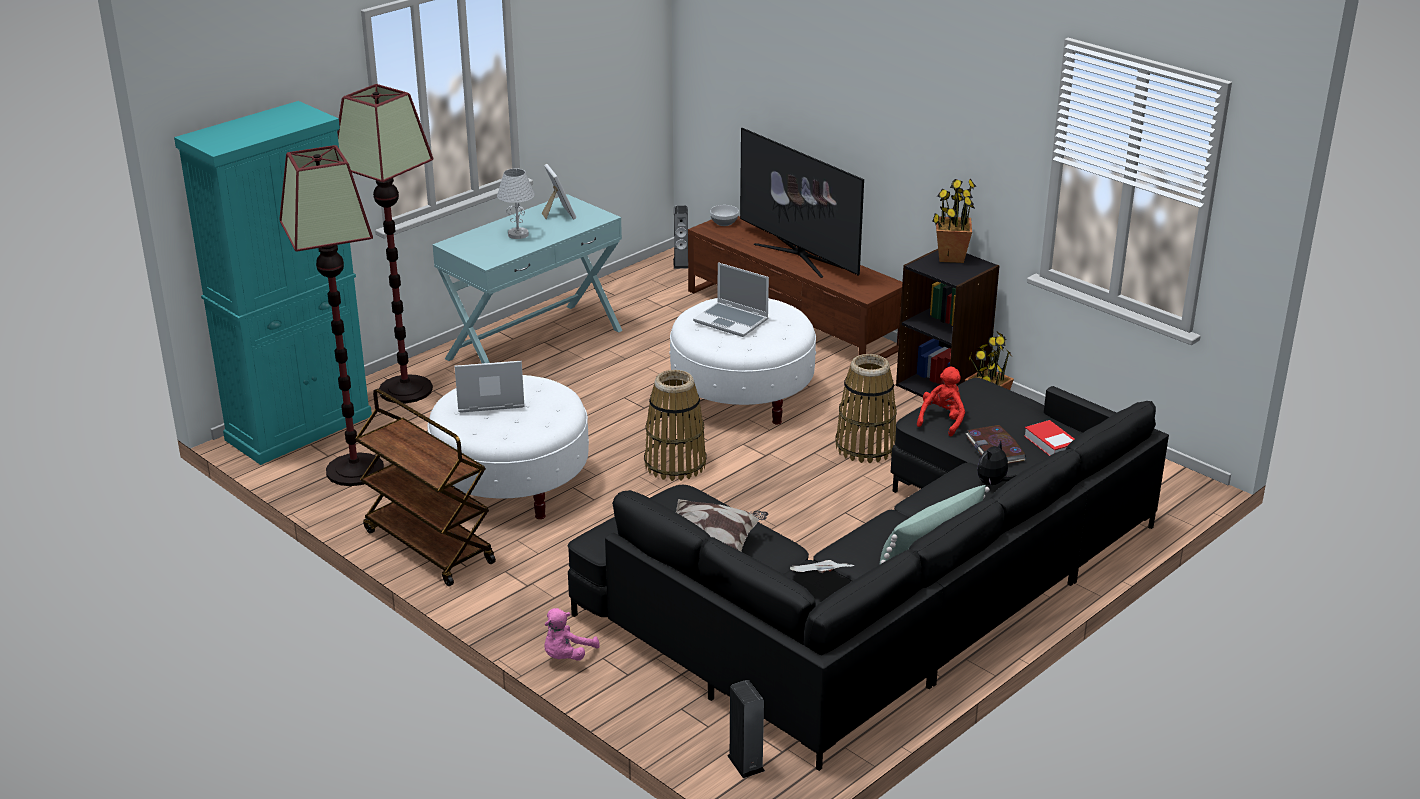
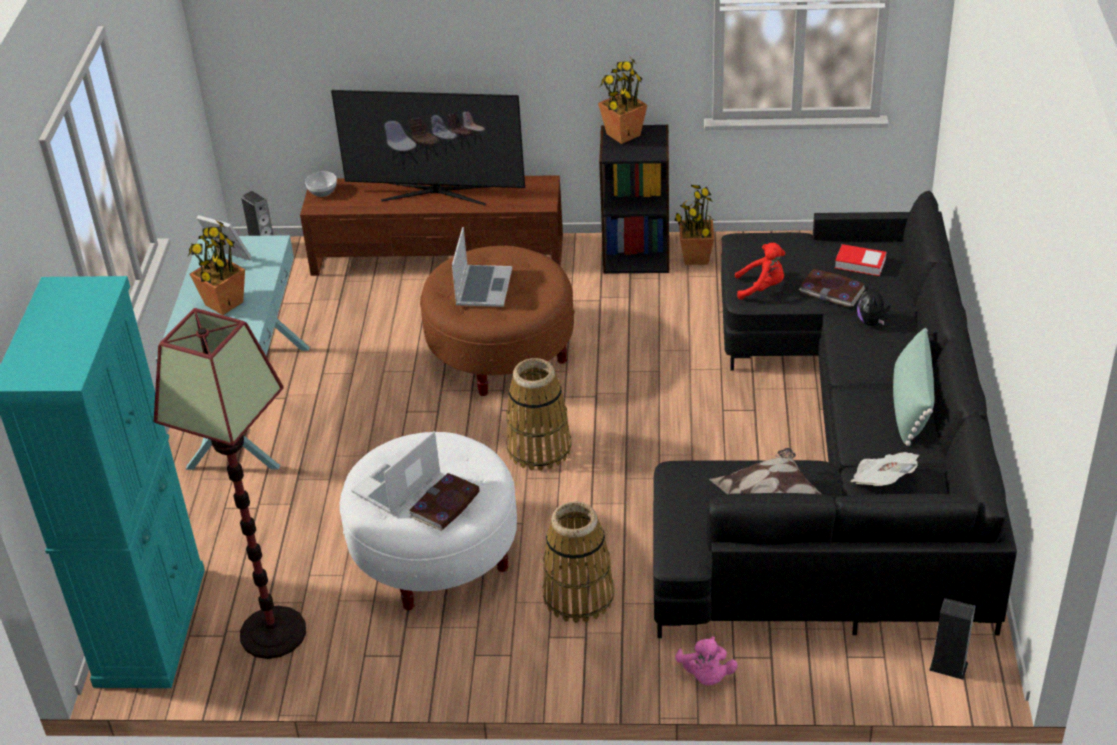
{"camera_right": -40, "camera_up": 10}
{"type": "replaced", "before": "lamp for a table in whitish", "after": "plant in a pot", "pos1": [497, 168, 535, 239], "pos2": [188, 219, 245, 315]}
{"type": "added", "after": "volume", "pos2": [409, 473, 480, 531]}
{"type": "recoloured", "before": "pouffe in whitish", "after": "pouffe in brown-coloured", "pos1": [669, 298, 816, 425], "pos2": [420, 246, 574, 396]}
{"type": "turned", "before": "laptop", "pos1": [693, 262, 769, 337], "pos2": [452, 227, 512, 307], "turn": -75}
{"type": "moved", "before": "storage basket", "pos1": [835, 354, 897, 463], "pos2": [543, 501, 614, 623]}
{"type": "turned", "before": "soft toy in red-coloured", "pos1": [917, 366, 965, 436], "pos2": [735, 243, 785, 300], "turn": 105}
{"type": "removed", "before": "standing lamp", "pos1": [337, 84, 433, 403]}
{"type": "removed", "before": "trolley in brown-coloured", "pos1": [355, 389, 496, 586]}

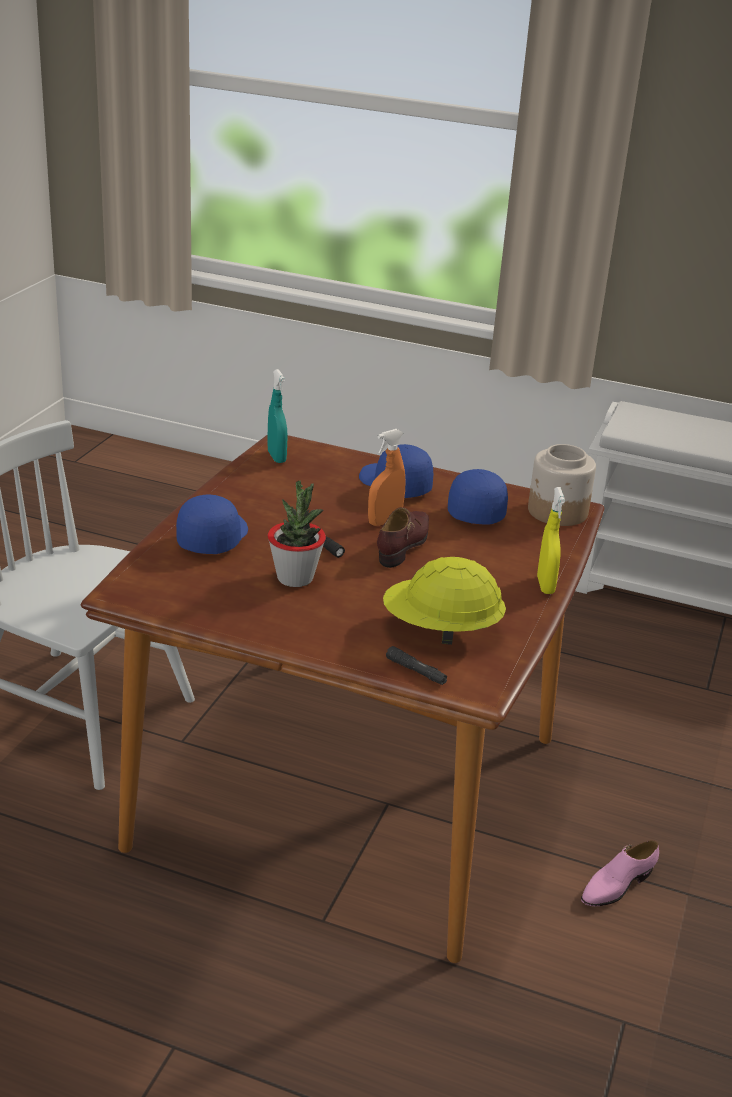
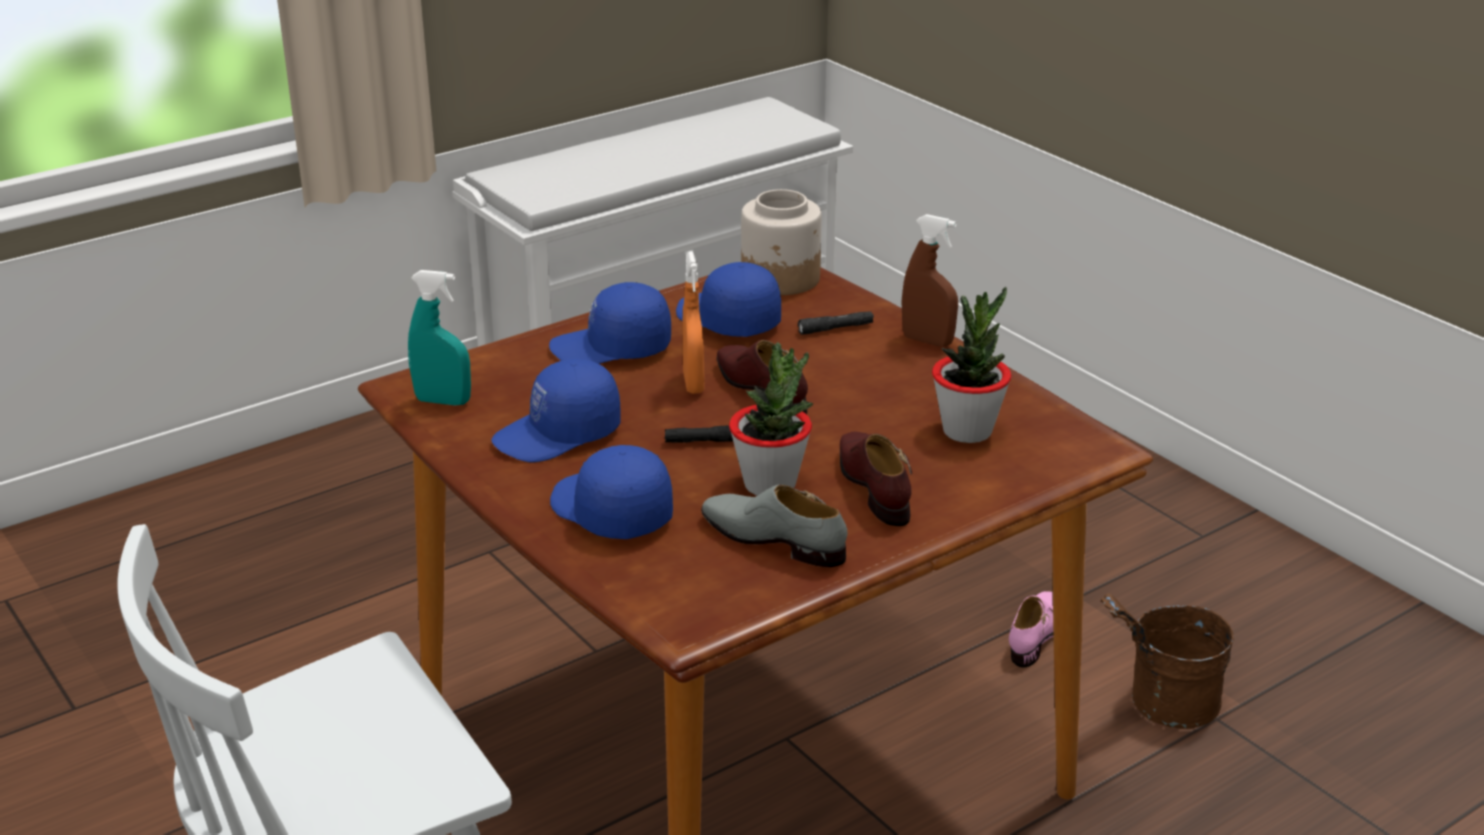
{"camera_right": -55, "camera_up": 0}
{"type": "added", "after": "cap in bluish", "pos2": [492, 359, 621, 462]}
{"type": "added", "after": "low shoe in grey", "pos2": [701, 485, 848, 567]}
{"type": "moved", "before": "flashlight in black-coloured", "pos1": [386, 646, 447, 685], "pos2": [798, 311, 874, 335]}
{"type": "added", "after": "low shoe in brown-coloured", "pos2": [840, 432, 912, 526]}
{"type": "recoloured", "before": "sprayer in yellow", "after": "sprayer in brown-coloured", "pos1": [537, 487, 565, 594], "pos2": [902, 214, 958, 346]}
{"type": "replaced", "before": "work helmet in yellow", "after": "plant in a pot", "pos1": [383, 557, 506, 645], "pos2": [932, 287, 1011, 443]}
{"type": "turned", "before": "low shoe in pink", "pos1": [581, 840, 659, 906], "pos2": [1009, 591, 1053, 668], "turn": -150}
{"type": "added", "after": "bucket in brown-coloured", "pos2": [1100, 593, 1234, 729]}

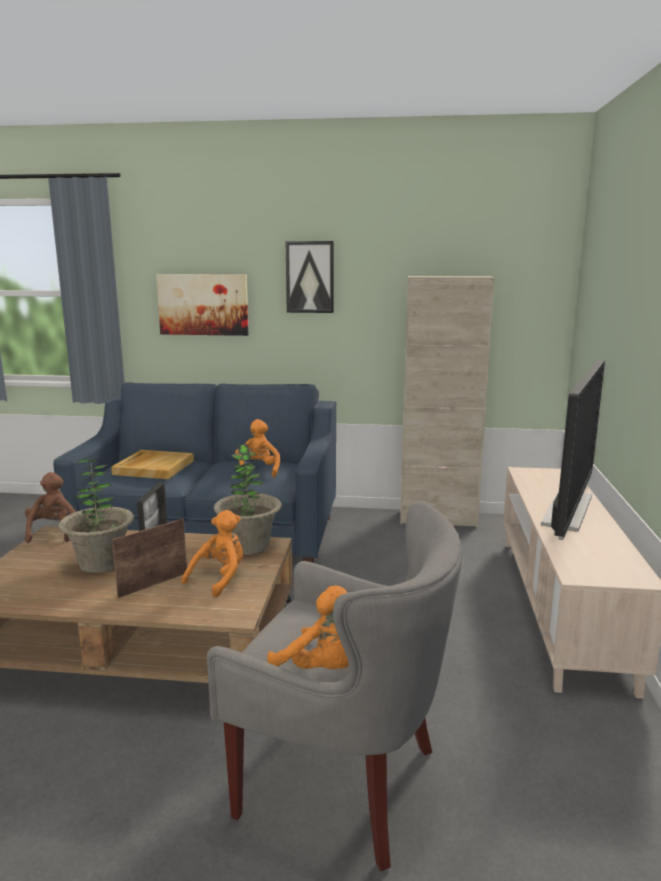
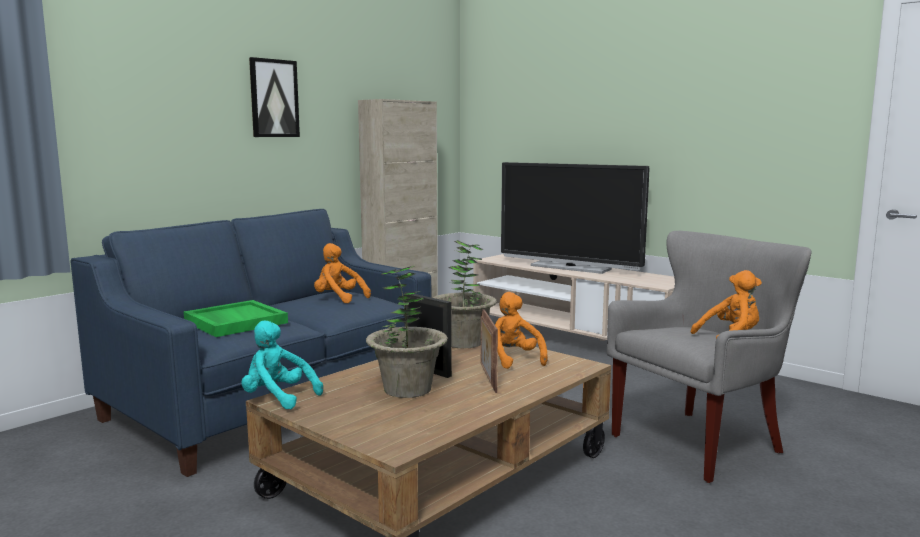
{"camera_right": -55, "camera_up": -5}
{"type": "recoloured", "before": "carrying tray in sand-coloured", "after": "carrying tray in green", "pos1": [111, 450, 194, 479], "pos2": [184, 300, 288, 337]}
{"type": "recoloured", "before": "soft toy in brown-coloured", "after": "soft toy in turquoise-coloured", "pos1": [25, 472, 76, 543], "pos2": [241, 321, 323, 409]}
{"type": "turned", "before": "TV", "pos1": [541, 360, 605, 540], "pos2": [501, 162, 650, 274], "turn": 150}
{"type": "removed", "before": "wall art", "pos1": [156, 274, 249, 336]}

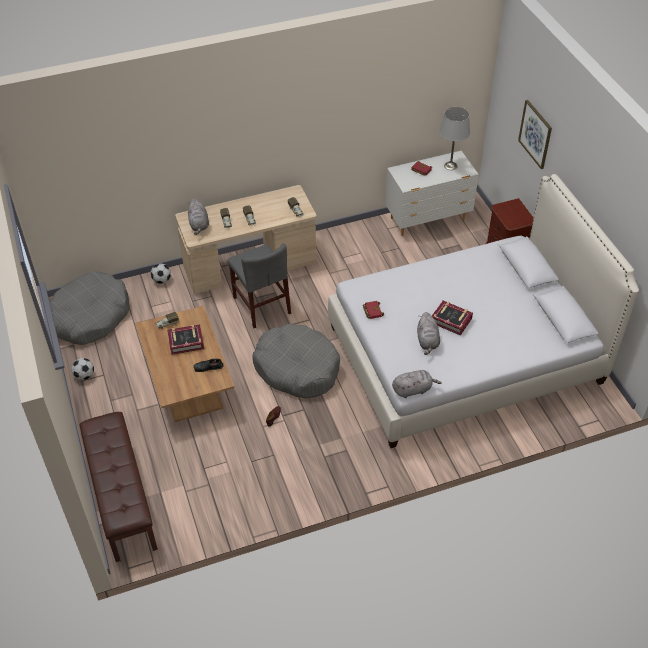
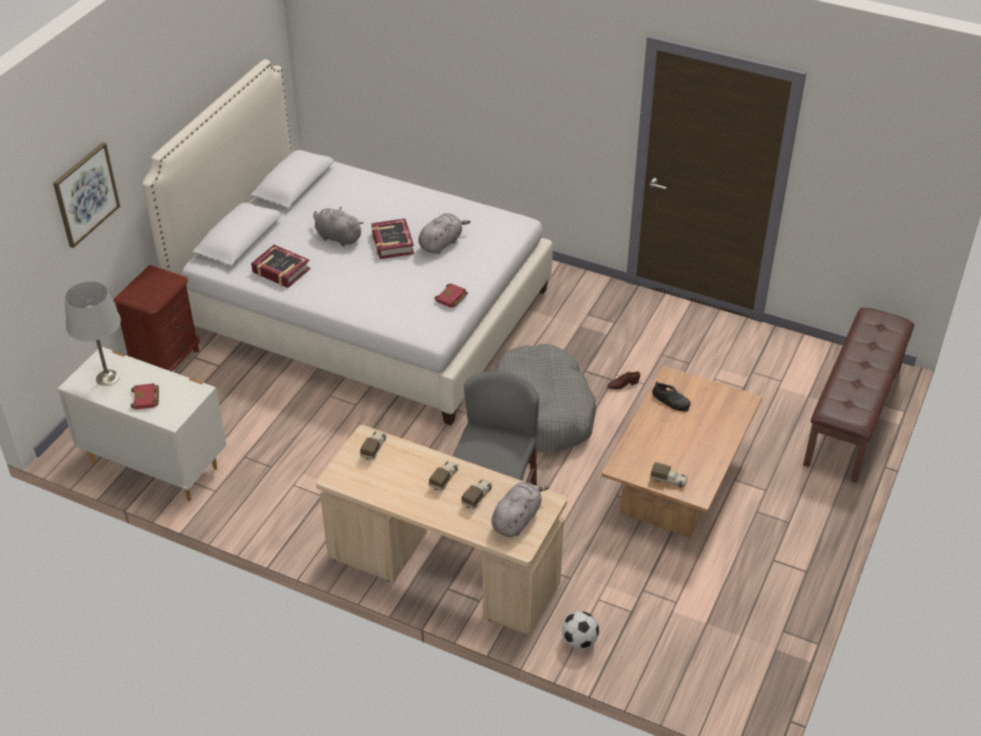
{"camera_right": -135, "camera_up": -5}
{"type": "moved", "before": "volume", "pos1": [167, 325, 204, 355], "pos2": [251, 245, 310, 288]}
{"type": "moved", "before": "soft toy in grey", "pos1": [392, 370, 442, 398], "pos2": [313, 207, 363, 247]}
{"type": "removed", "before": "pet bed in grey", "pos1": [50, 271, 130, 345]}
{"type": "removed", "before": "football ball", "pos1": [71, 358, 94, 380]}

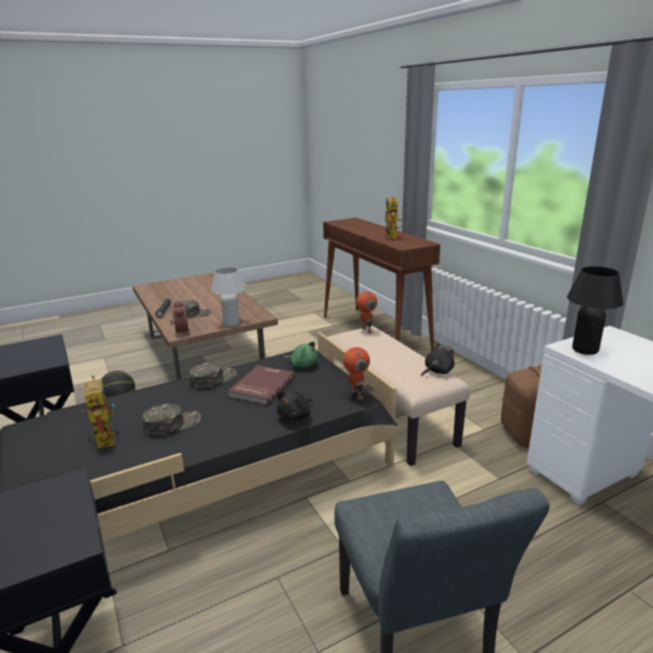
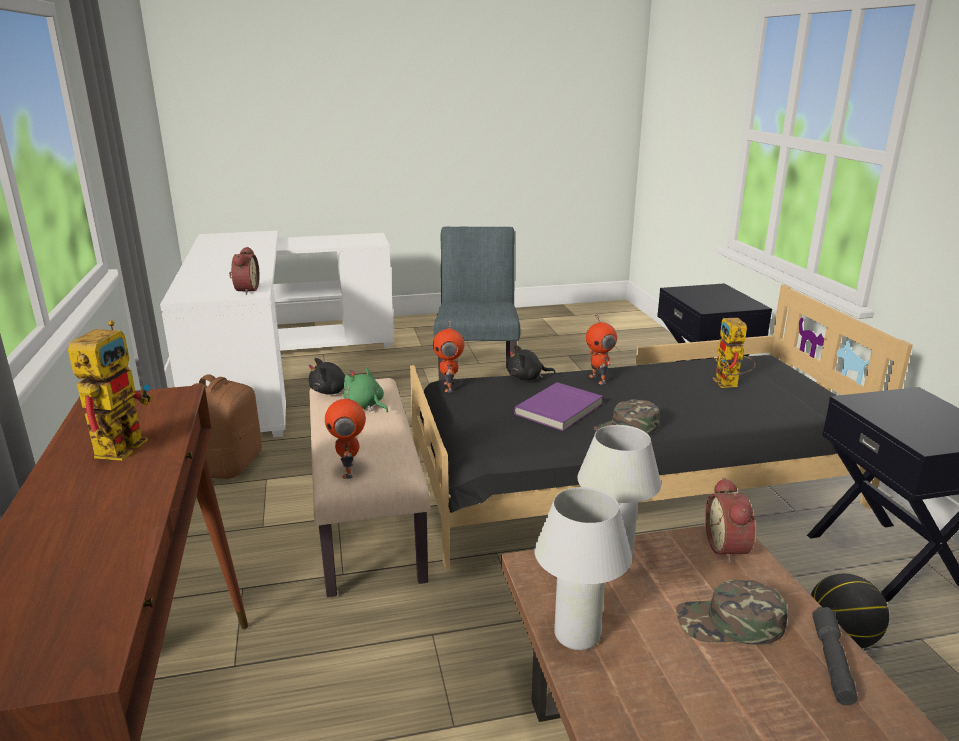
{"camera_right": -165, "camera_up": 0}
{"type": "replaced", "before": "lamp for a table in black-coloured", "after": "alarm clock", "pos1": [567, 266, 623, 355], "pos2": [229, 247, 260, 295]}
{"type": "moved", "before": "soft toy in green", "pos1": [283, 341, 318, 368], "pos2": [343, 367, 388, 412]}
{"type": "turned", "before": "soft toy in black-coloured", "pos1": [277, 391, 312, 420], "pos2": [507, 345, 556, 380], "turn": -150}
{"type": "recoloured", "before": "volume in red-coloured", "after": "volume in purplish", "pos1": [228, 365, 294, 405], "pos2": [514, 382, 603, 431]}
{"type": "added", "after": "lamp for a table in whitish", "pos2": [534, 487, 632, 650]}
{"type": "added", "after": "robot figure", "pos2": [586, 314, 617, 384]}
{"type": "removed", "before": "cap in green", "pos1": [142, 404, 201, 436]}

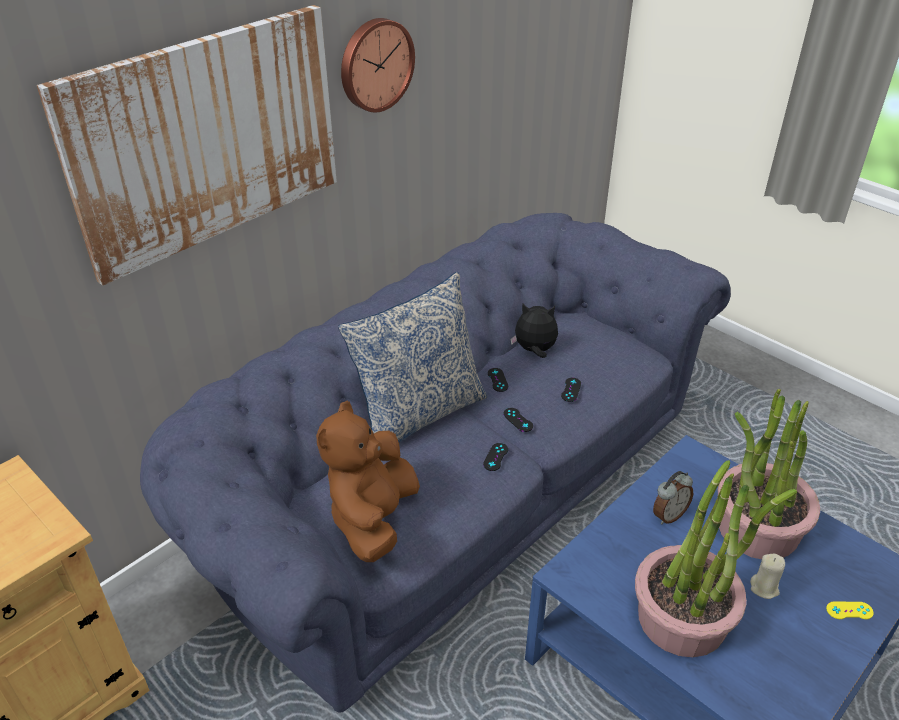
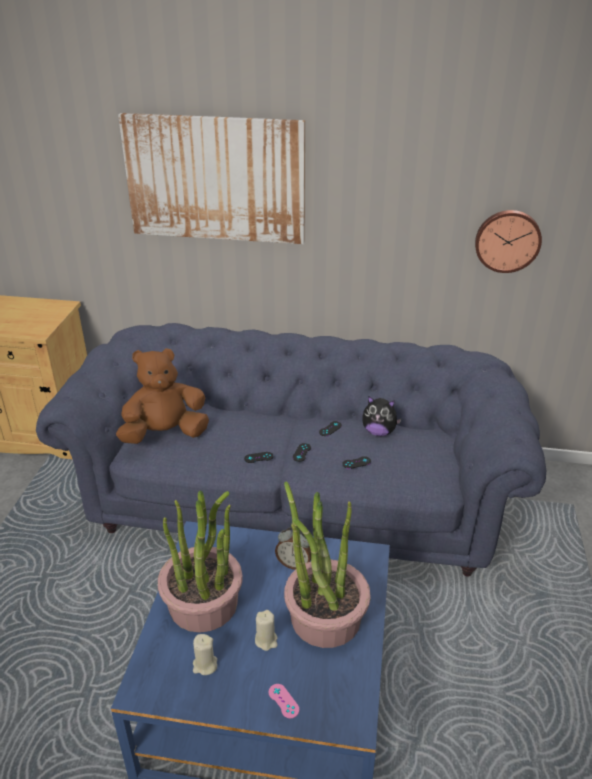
{"camera_right": 55, "camera_up": -5}
{"type": "added", "after": "candle in sand-coloured", "pos2": [193, 634, 217, 675]}
{"type": "recoloured", "before": "joypad in yellow", "after": "joypad in pink", "pos1": [826, 602, 874, 619], "pos2": [269, 684, 299, 718]}
{"type": "turned", "before": "soft toy", "pos1": [510, 303, 558, 358], "pos2": [362, 396, 401, 436], "turn": 135}
{"type": "moved", "before": "hanging clock", "pos1": [341, 18, 415, 112], "pos2": [475, 210, 542, 273]}
{"type": "removed", "before": "throw pillow", "pos1": [338, 272, 487, 442]}

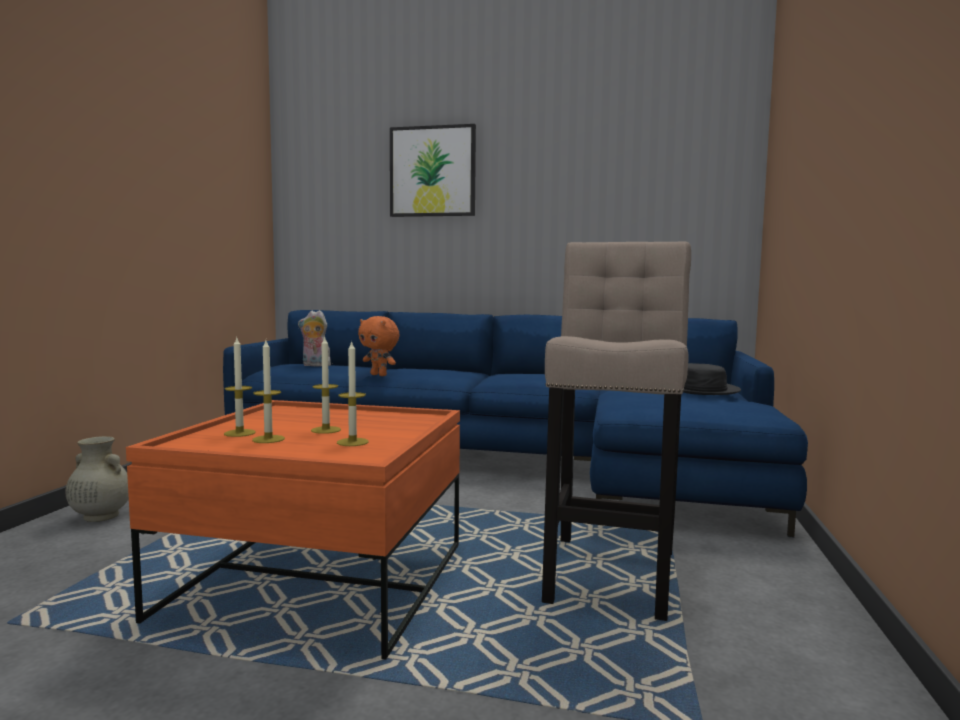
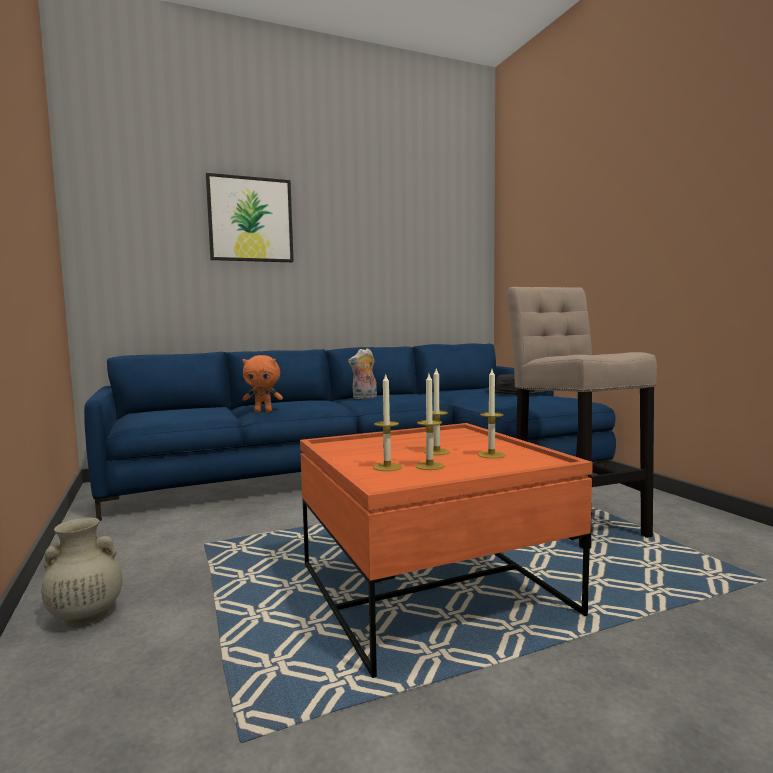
{"camera_right": -35, "camera_up": 0}
{"type": "moved", "before": "soft toy", "pos1": [298, 310, 333, 366], "pos2": [348, 348, 377, 399]}

